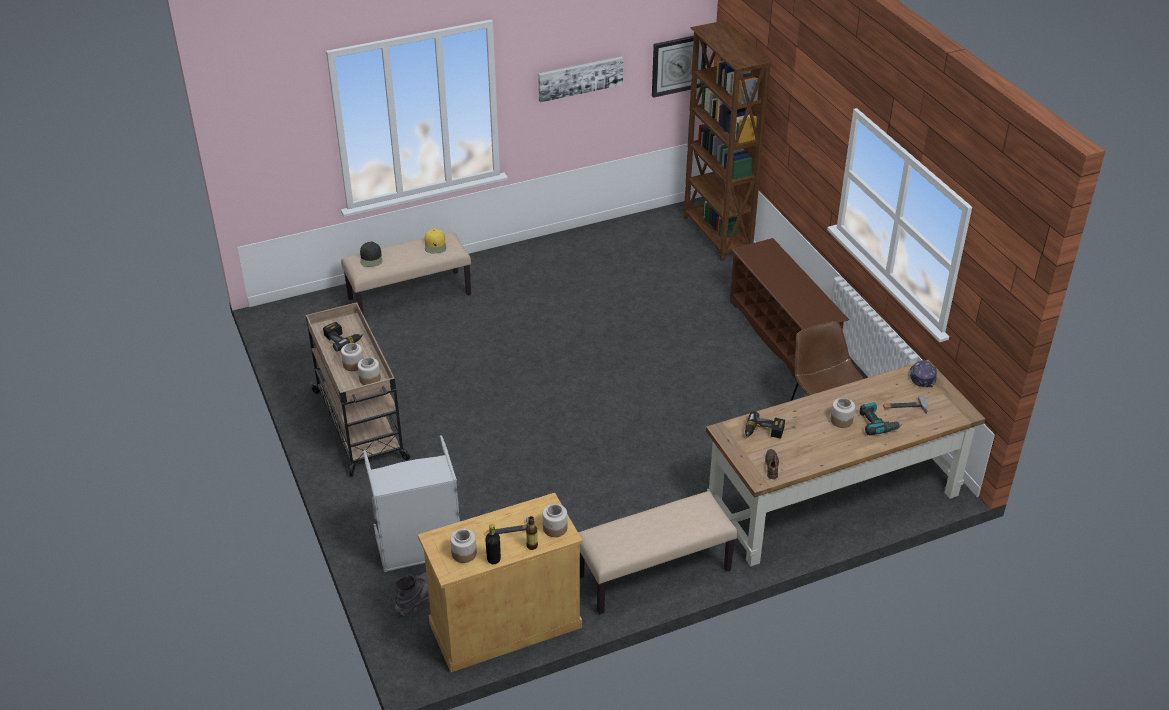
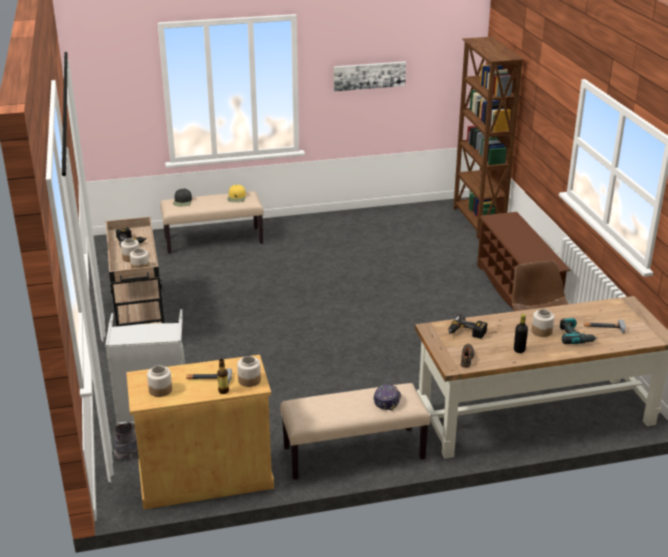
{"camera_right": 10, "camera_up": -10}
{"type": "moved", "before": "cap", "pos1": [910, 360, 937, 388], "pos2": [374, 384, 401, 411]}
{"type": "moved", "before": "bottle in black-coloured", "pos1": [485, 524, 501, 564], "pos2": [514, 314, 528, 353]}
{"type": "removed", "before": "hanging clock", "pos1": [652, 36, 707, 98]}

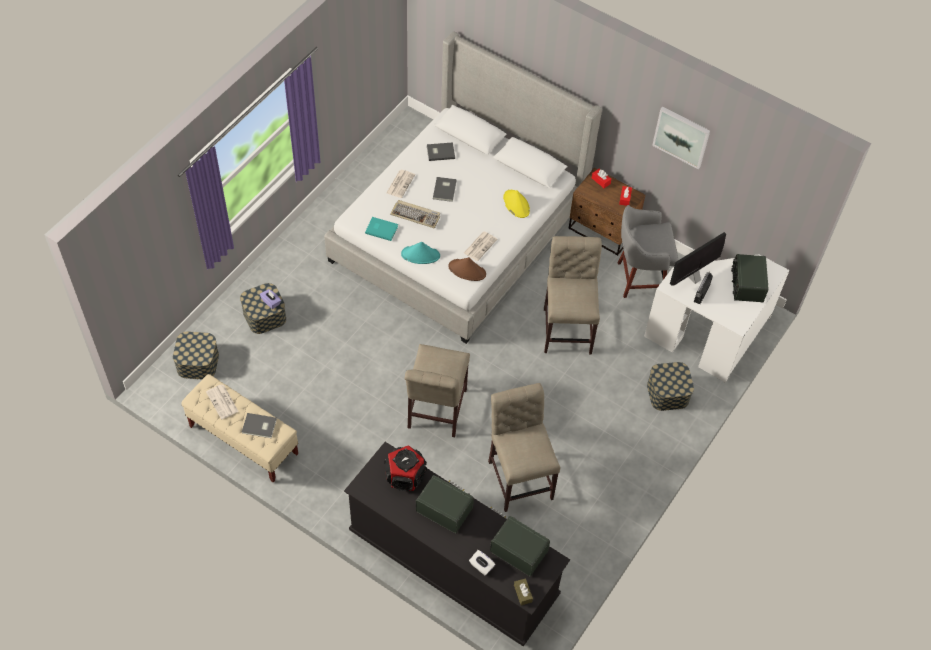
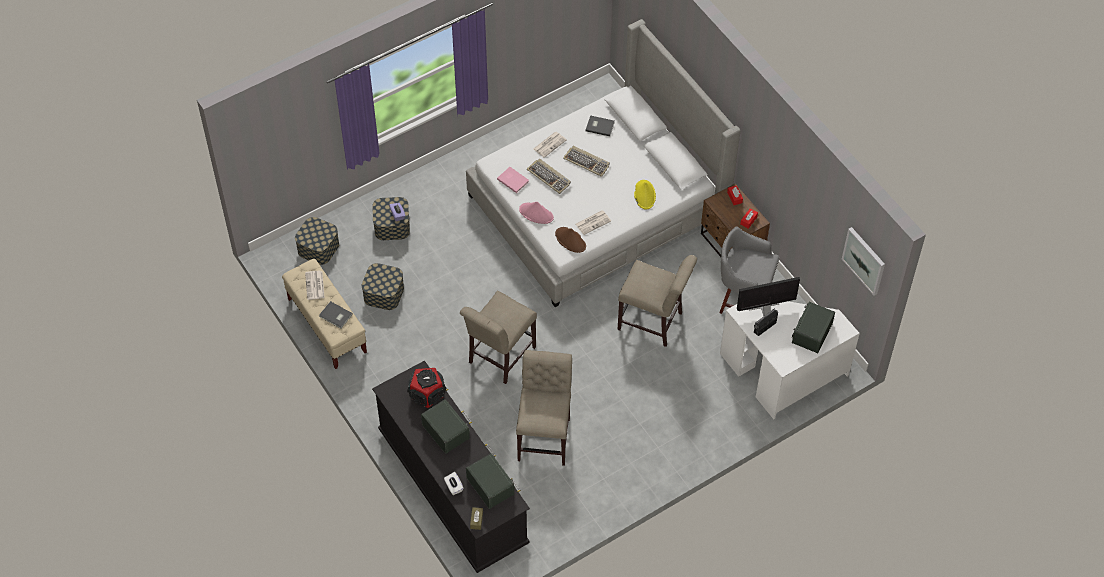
{"camera_right": 25, "camera_up": 0}
{"type": "moved", "before": "storage bin", "pos1": [647, 362, 694, 411], "pos2": [362, 263, 404, 310]}
{"type": "recoloured", "before": "volume in turquoise-coloured", "after": "volume in pink", "pos1": [365, 217, 398, 241], "pos2": [497, 167, 529, 193]}
{"type": "recoloured", "before": "wearable hat in turquoise-coloured", "after": "wearable hat in pink", "pos1": [401, 242, 440, 264], "pos2": [519, 202, 554, 224]}
{"type": "replaced", "before": "volume in grey", "after": "PC keyboard", "pos1": [433, 177, 457, 202], "pos2": [563, 146, 610, 177]}
{"type": "turned", "before": "plain chair in sand-coloured", "pos1": [544, 236, 602, 355], "pos2": [617, 255, 697, 347], "turn": 90}
{"type": "moved", "before": "wall art", "pos1": [652, 107, 710, 169], "pos2": [842, 227, 885, 296]}

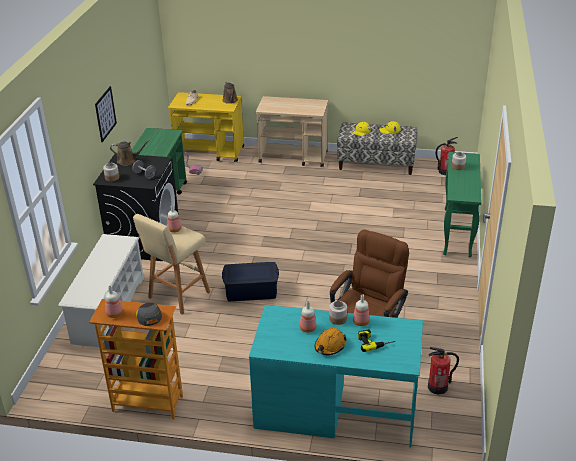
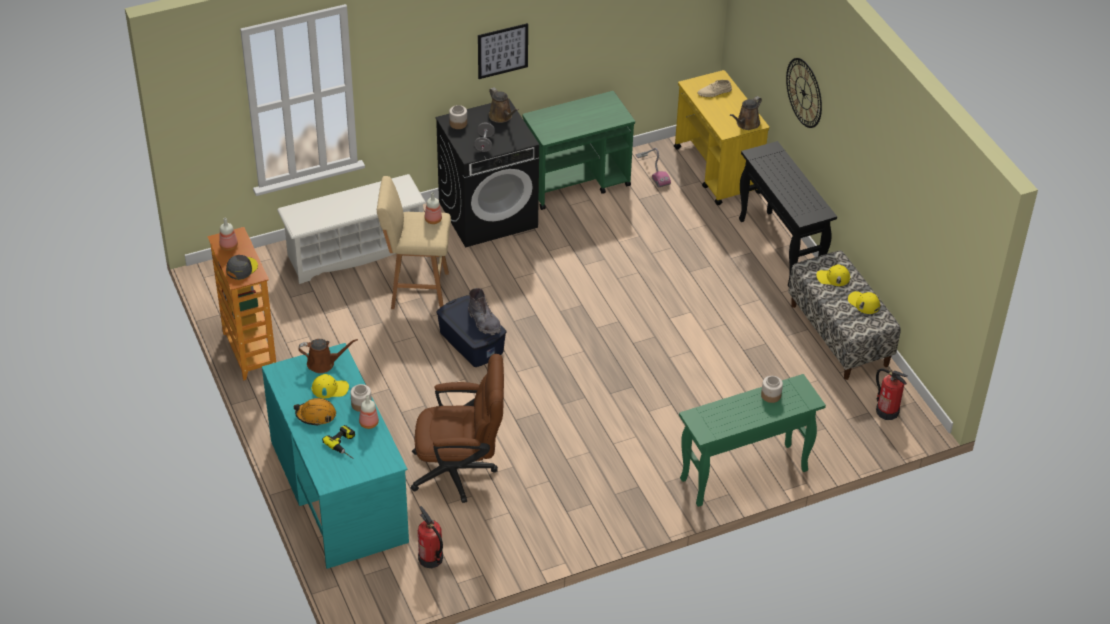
{"camera_right": 55, "camera_up": 10}
{"type": "added", "after": "watering can in brown-coloured", "pos2": [298, 339, 358, 373]}
{"type": "replaced", "before": "bottle", "after": "cap in yellow", "pos1": [299, 301, 316, 333], "pos2": [312, 374, 349, 398]}
{"type": "added", "after": "tall boot in grey", "pos2": [468, 288, 501, 335]}
{"type": "replaced", "before": "trolley in sand-coloured", "after": "narrow table in black-coloured", "pos1": [256, 96, 328, 167], "pos2": [739, 141, 837, 287]}
{"type": "added", "after": "hanging clock", "pos2": [786, 58, 822, 128]}

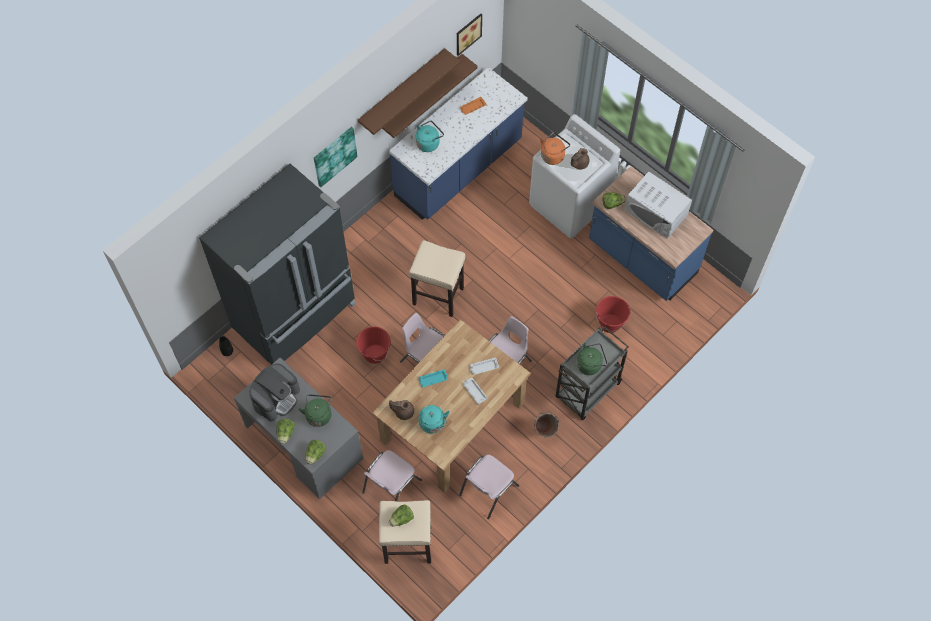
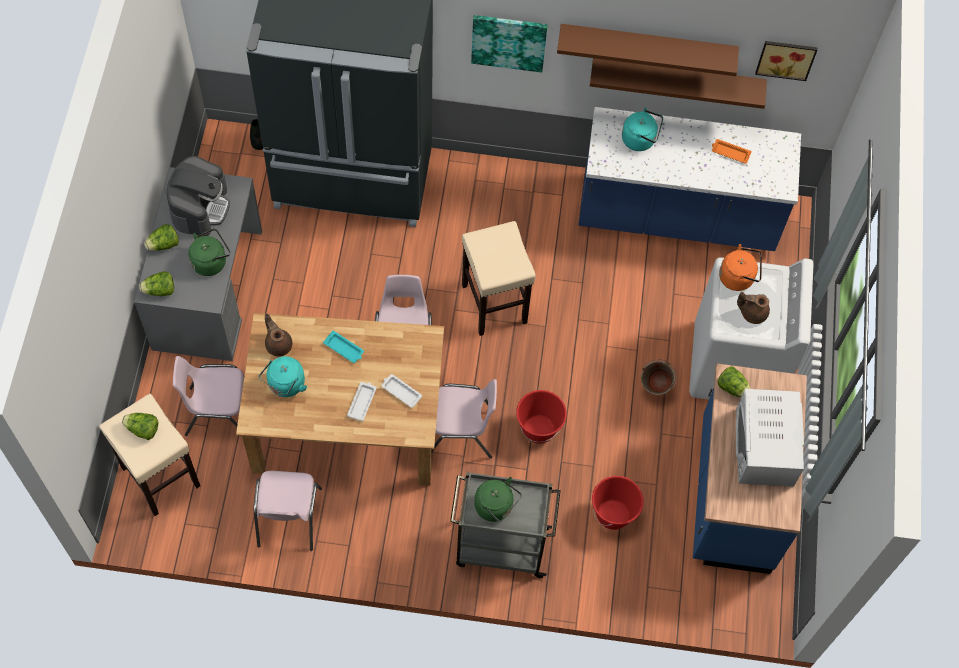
{"camera_right": 50, "camera_up": 0}
{"type": "turned", "before": "coffee brewer", "pos1": [249, 364, 300, 422], "pos2": [167, 156, 230, 236], "turn": -75}
{"type": "turned", "before": "plain chair in pink", "pos1": [459, 454, 519, 519], "pos2": [254, 471, 322, 551], "turn": -90}
{"type": "moved", "before": "bucket in red-coloured", "pos1": [356, 327, 391, 364], "pos2": [516, 390, 567, 444]}
{"type": "moved", "before": "bucket in green", "pos1": [534, 412, 559, 438], "pos2": [641, 359, 677, 395]}

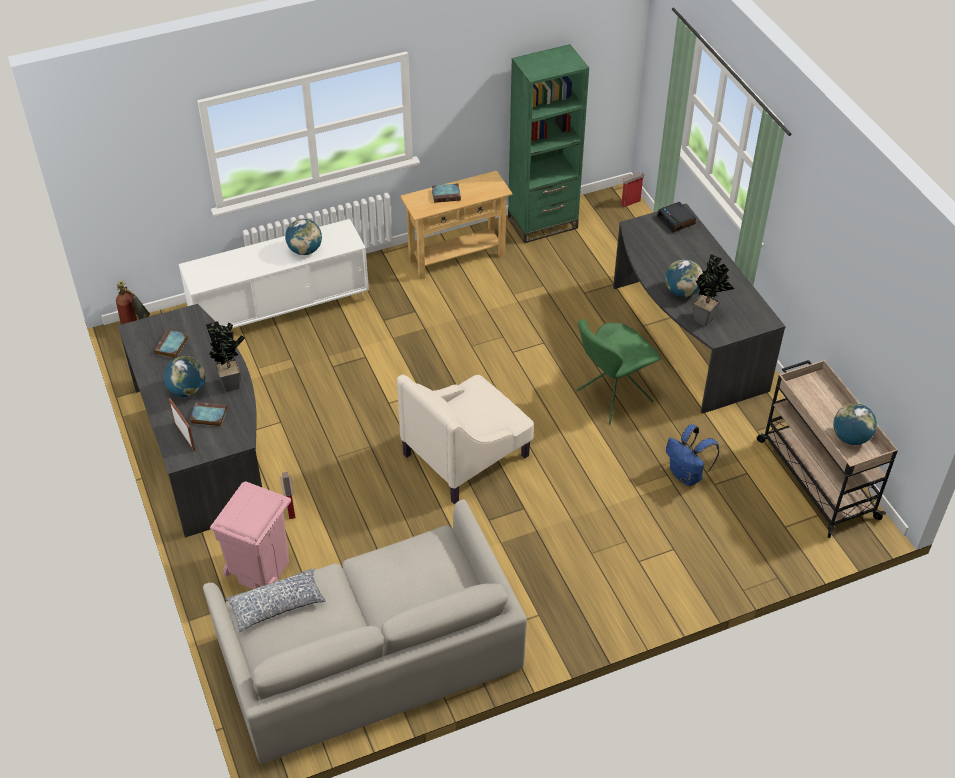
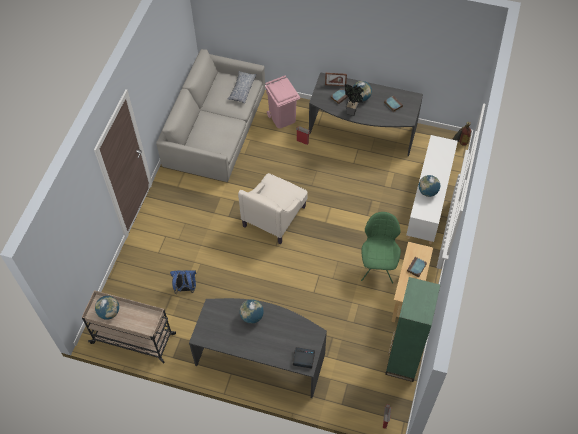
{"camera_right": 130, "camera_up": 10}
{"type": "turned", "before": "easy chair in sand-coloured", "pos1": [397, 375, 534, 504], "pos2": [238, 173, 308, 245], "turn": -150}
{"type": "moved", "before": "plain chair in green", "pos1": [576, 319, 661, 425], "pos2": [361, 212, 401, 284]}
{"type": "removed", "before": "plant in a pot", "pos1": [693, 254, 734, 326]}

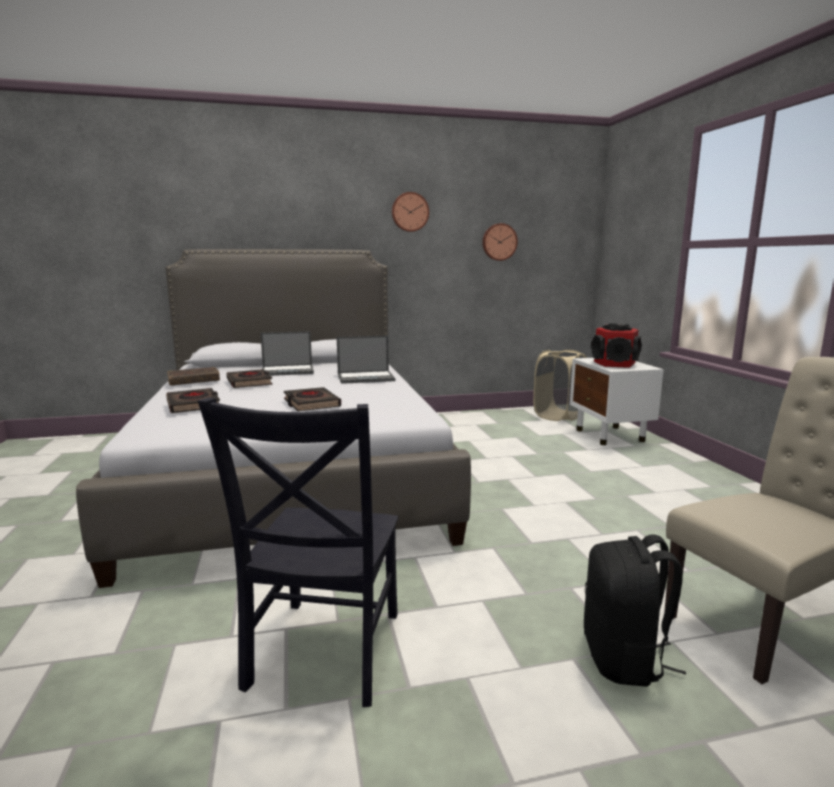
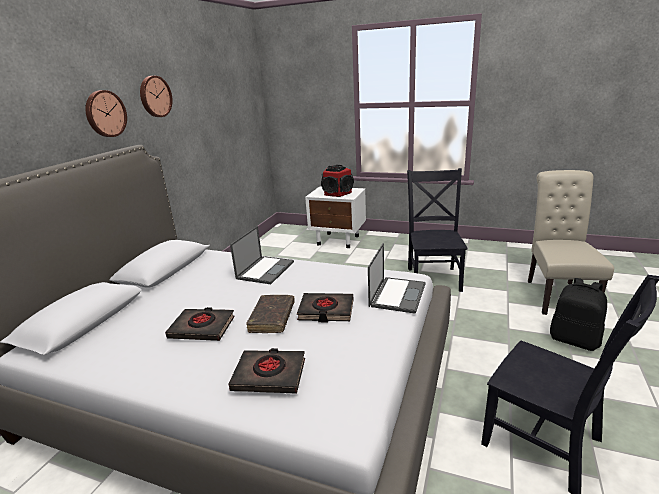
{"camera_right": -55, "camera_up": 10}
{"type": "moved", "before": "hanging clock", "pos1": [482, 223, 518, 261], "pos2": [85, 90, 127, 137]}
{"type": "moved", "before": "volume in brown-coloured", "pos1": [167, 367, 220, 386], "pos2": [246, 295, 295, 333]}
{"type": "moved", "before": "laptop", "pos1": [261, 331, 314, 376], "pos2": [368, 243, 426, 314]}
{"type": "added", "after": "plain chair in black-coloured", "pos2": [407, 168, 467, 292]}
{"type": "removed", "before": "laundry basket in sand-coloured", "pos1": [533, 350, 587, 421]}

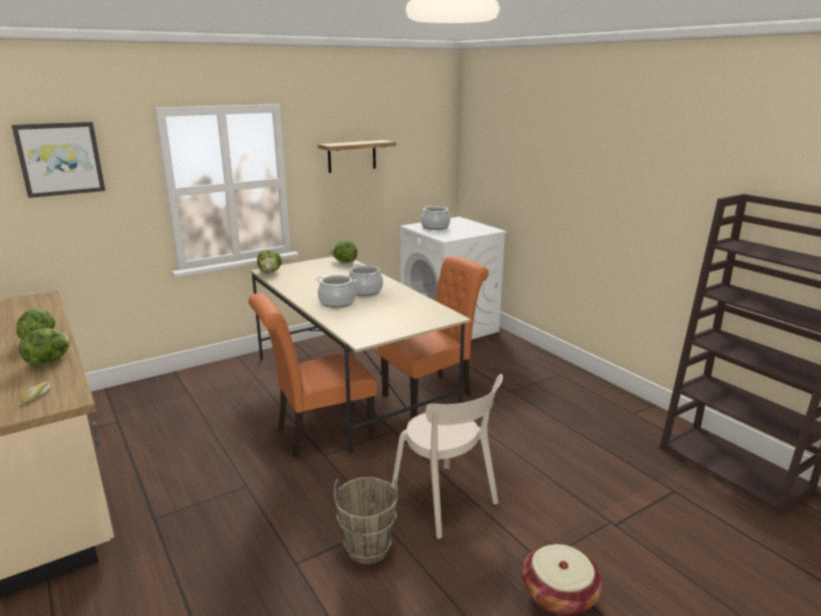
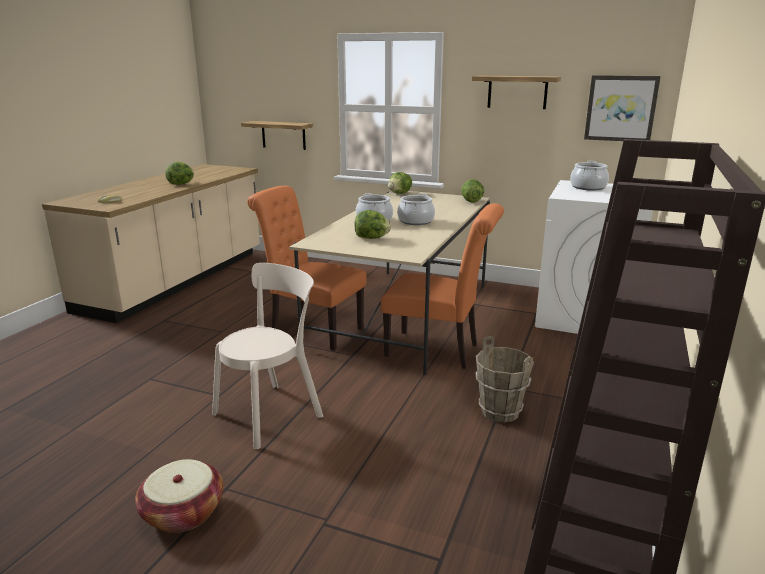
{"camera_right": 55, "camera_up": 0}
{"type": "turned", "before": "plain chair in sand-coloured", "pos1": [392, 374, 503, 539], "pos2": [212, 263, 323, 450], "turn": -150}
{"type": "added", "after": "wall shelf", "pos2": [241, 121, 313, 150]}
{"type": "moved", "before": "head of lettuce", "pos1": [19, 328, 70, 365], "pos2": [355, 210, 391, 239]}
{"type": "moved", "before": "bucket in brown-coloured", "pos1": [334, 477, 398, 564], "pos2": [476, 336, 534, 423]}
{"type": "moved", "before": "wall art", "pos1": [12, 122, 105, 198], "pos2": [584, 75, 661, 141]}

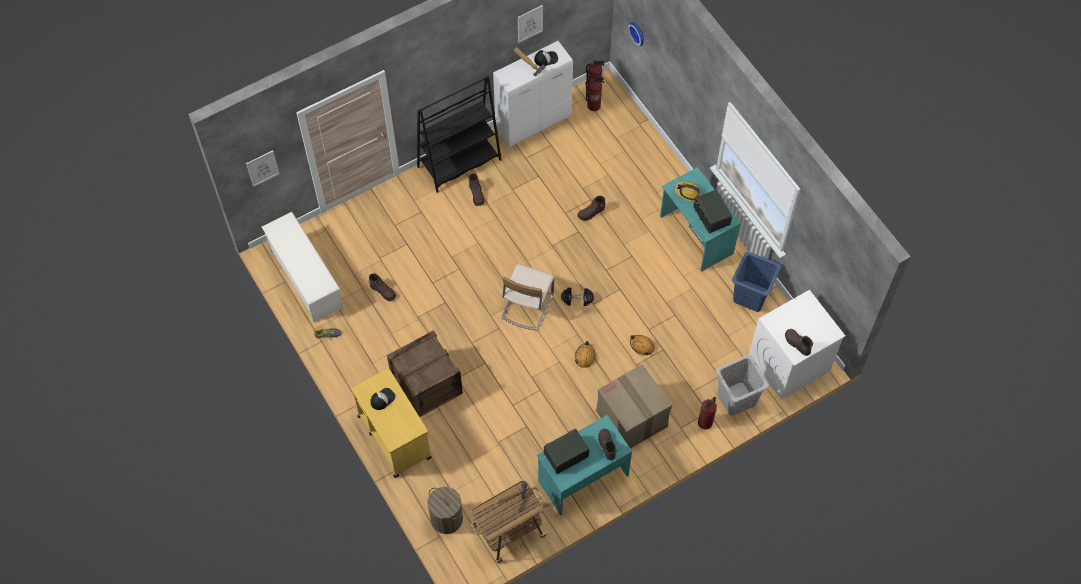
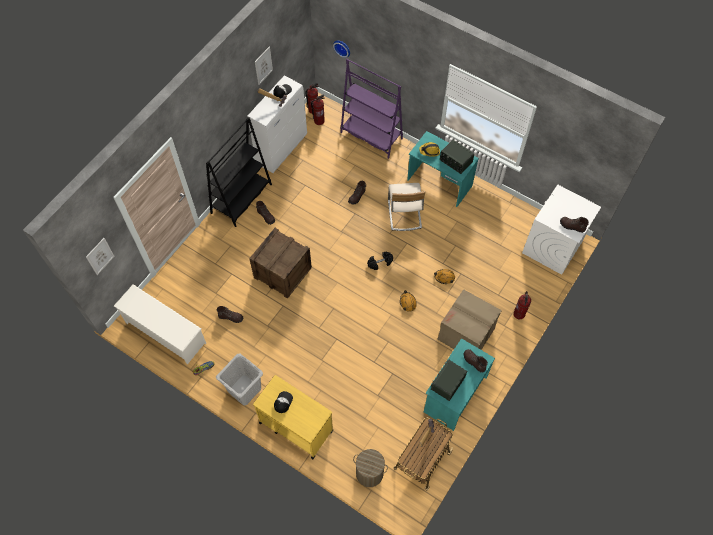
{"camera_right": -25, "camera_up": 0}
{"type": "moved", "before": "laundry basket in grey", "pos1": [716, 355, 769, 416], "pos2": [216, 353, 263, 405]}
{"type": "moved", "before": "crate", "pos1": [387, 330, 463, 417], "pos2": [249, 228, 312, 299]}
{"type": "added", "after": "bookcase in purplish", "pos2": [340, 58, 403, 159]}
{"type": "moved", "before": "plain chair in sand-coloured", "pos1": [501, 264, 554, 331], "pos2": [388, 183, 425, 231]}
{"type": "removed", "before": "laundry basket in bluish", "pos1": [732, 251, 781, 312]}

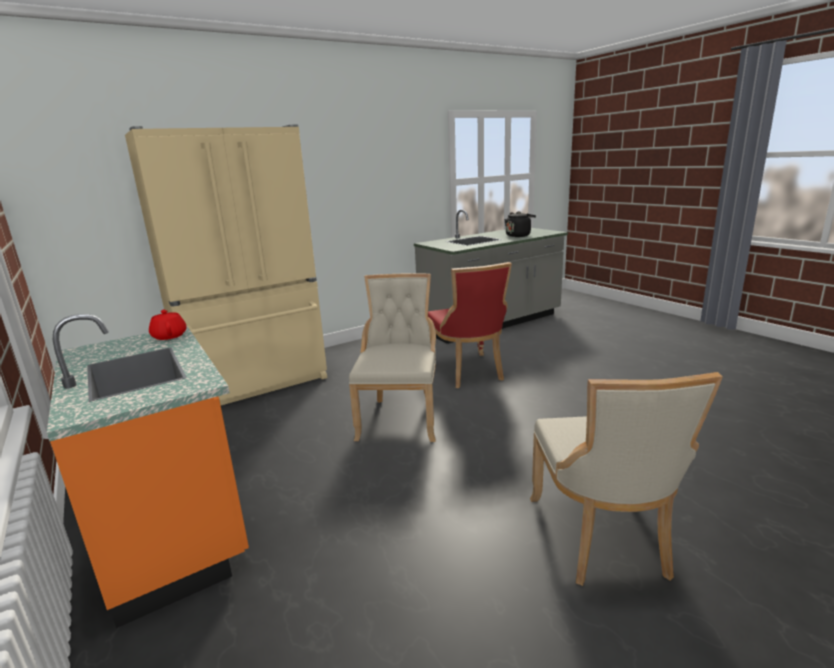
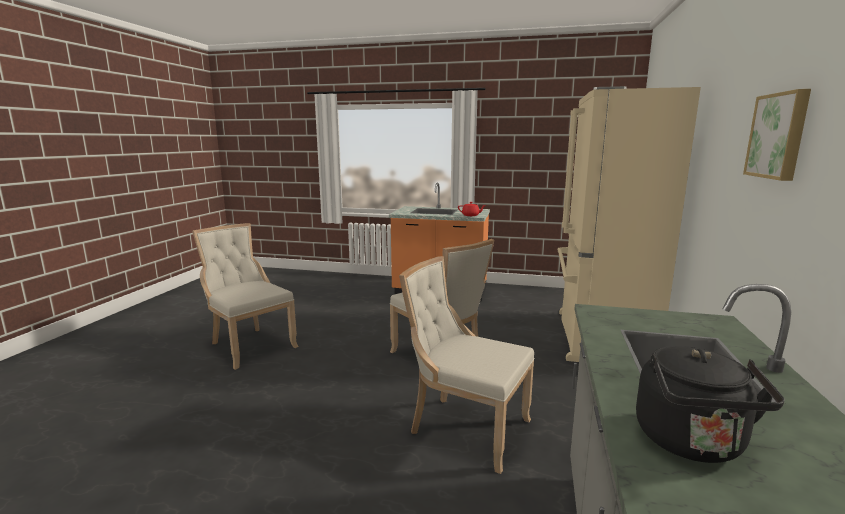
{"camera_right": 135, "camera_up": -5}
{"type": "recoloured", "before": "plain chair in red-coloured", "after": "plain chair in sand-coloured", "pos1": [428, 262, 512, 388], "pos2": [399, 256, 534, 474]}
{"type": "added", "after": "wall art", "pos2": [743, 89, 811, 181]}

